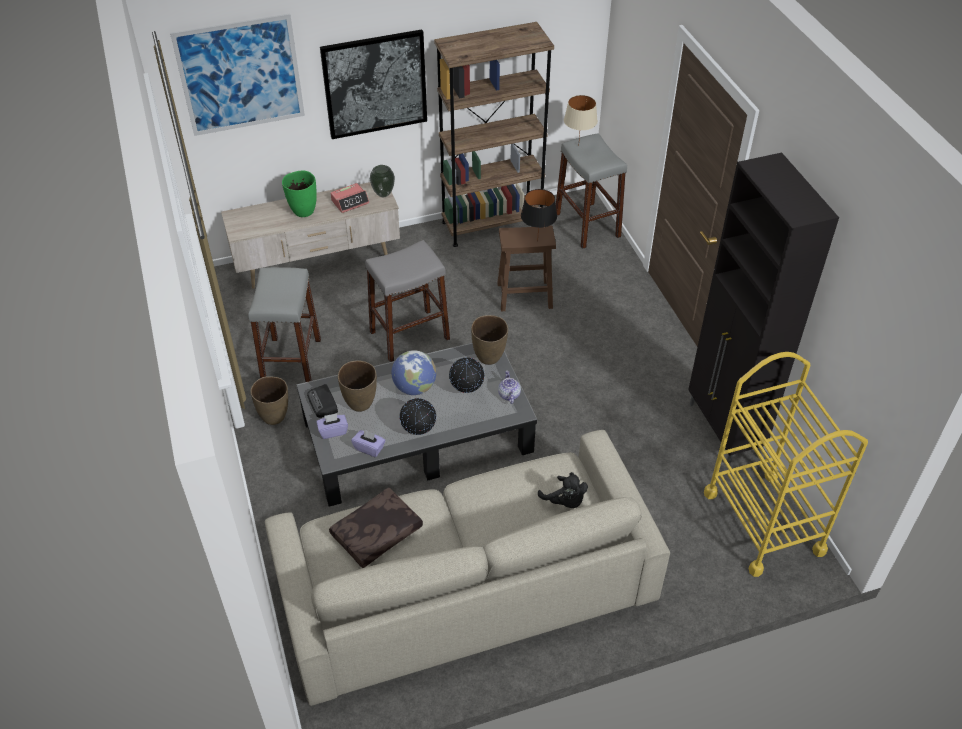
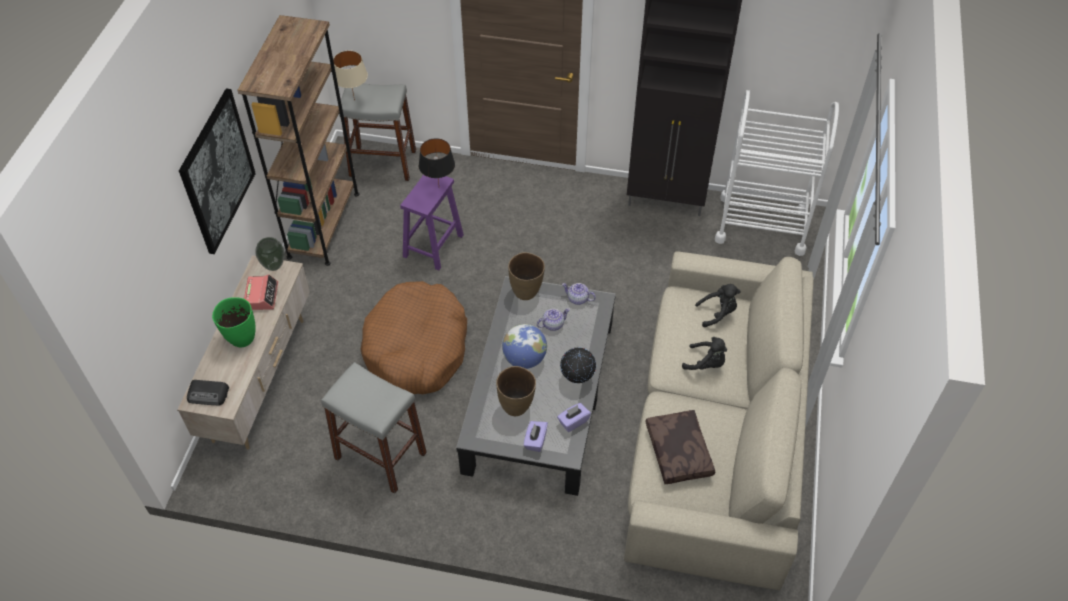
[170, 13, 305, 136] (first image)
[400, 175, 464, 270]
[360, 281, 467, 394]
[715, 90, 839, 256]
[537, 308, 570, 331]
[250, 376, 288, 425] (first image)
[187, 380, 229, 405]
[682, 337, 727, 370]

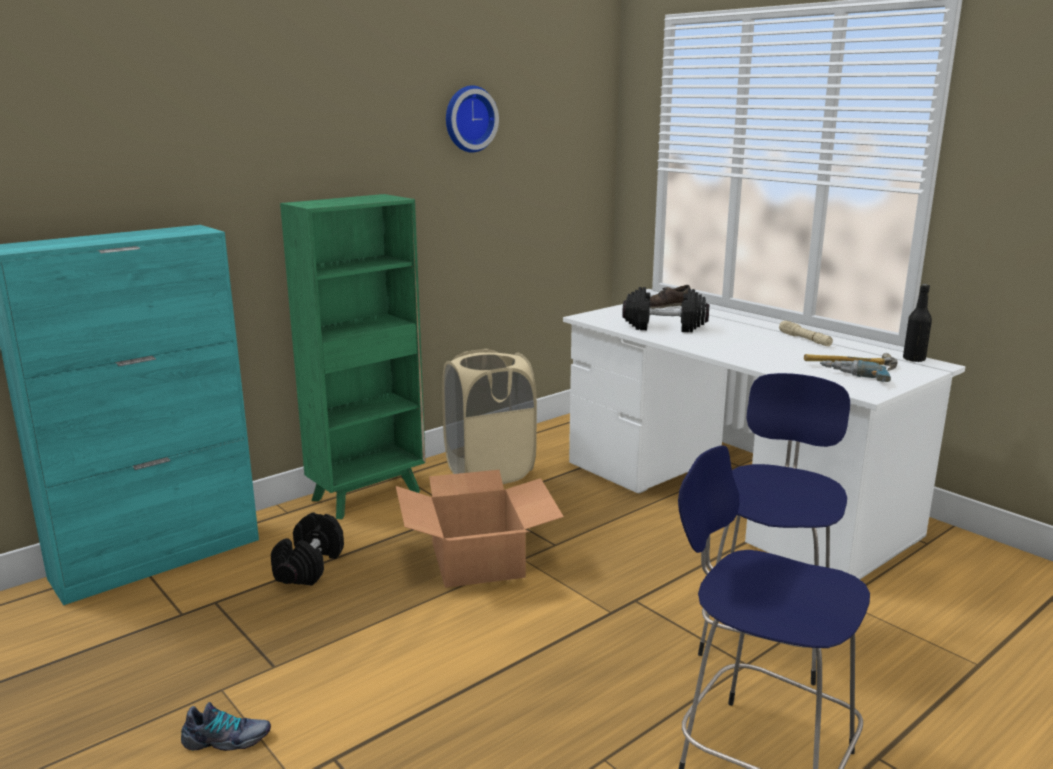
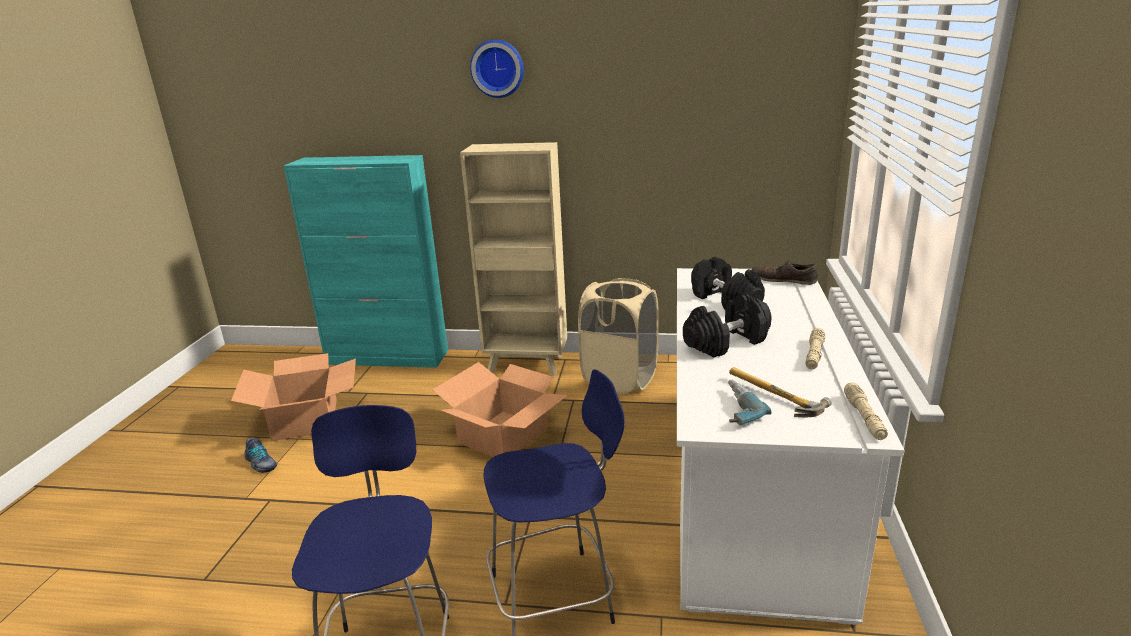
[470, 40, 524, 98]
[460, 142, 567, 376]
[844, 382, 888, 440]
[683, 294, 772, 358]
[231, 353, 356, 441]

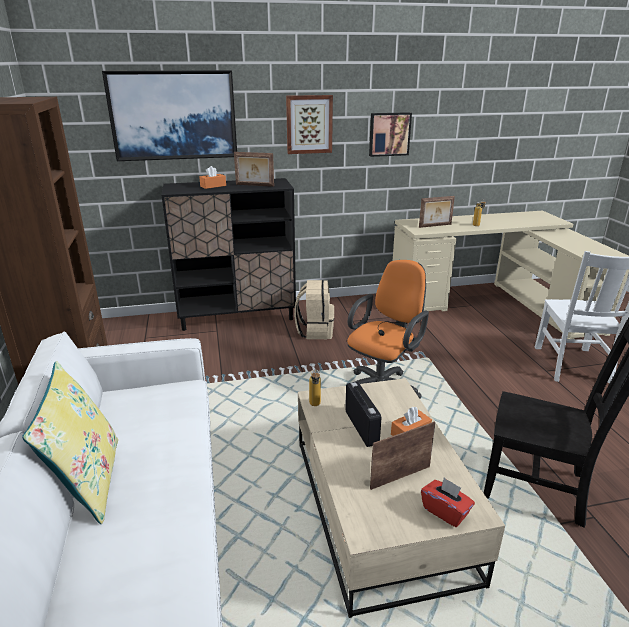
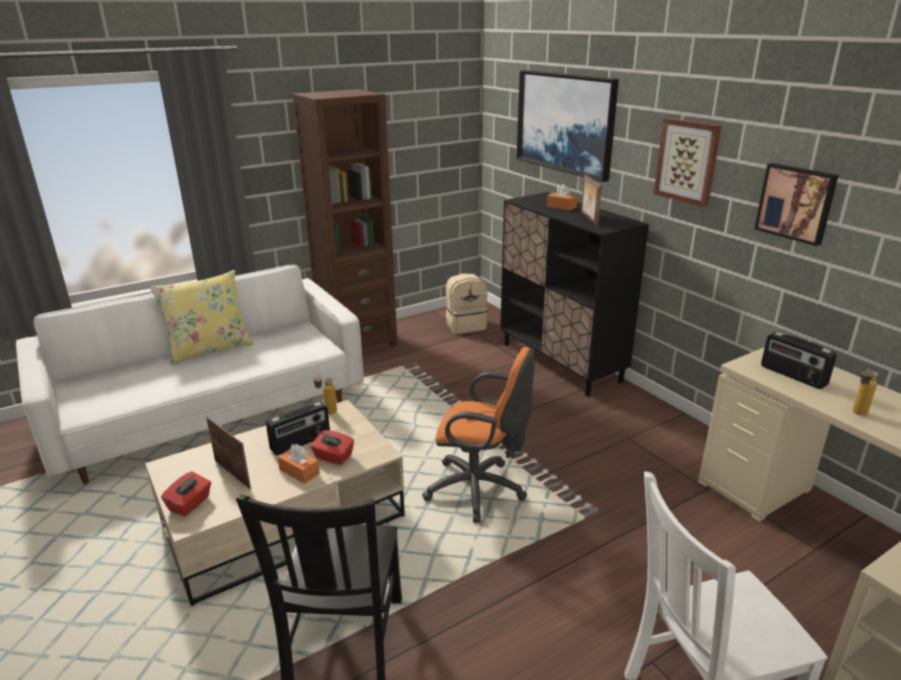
[761, 332, 837, 389]
[446, 273, 488, 334]
[310, 430, 354, 465]

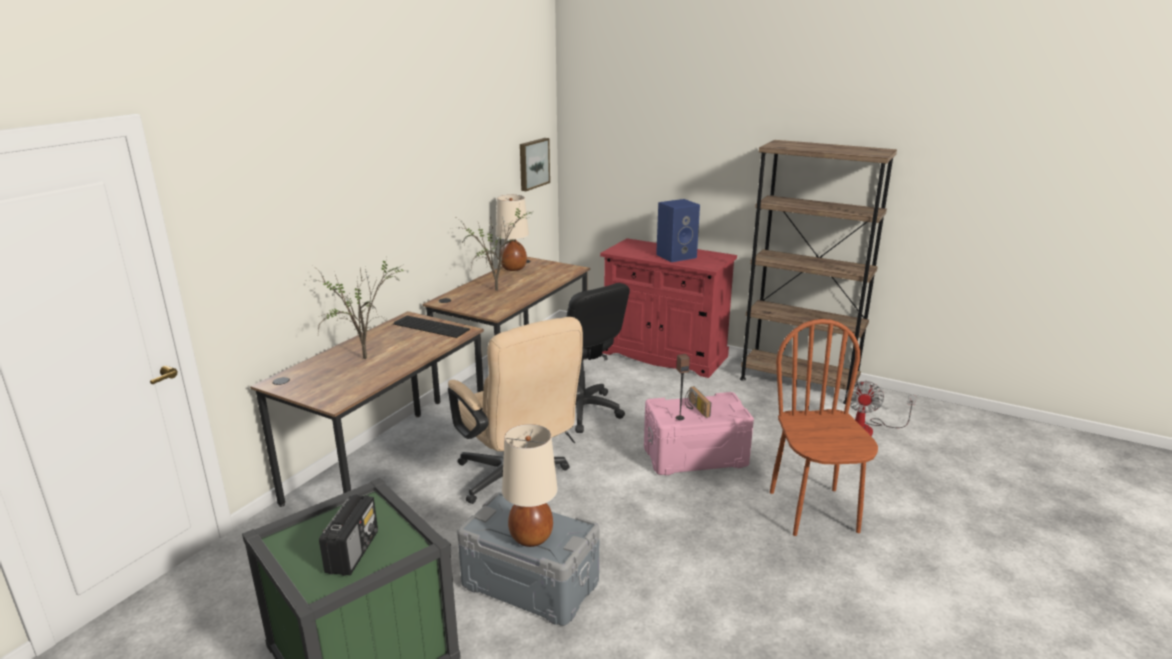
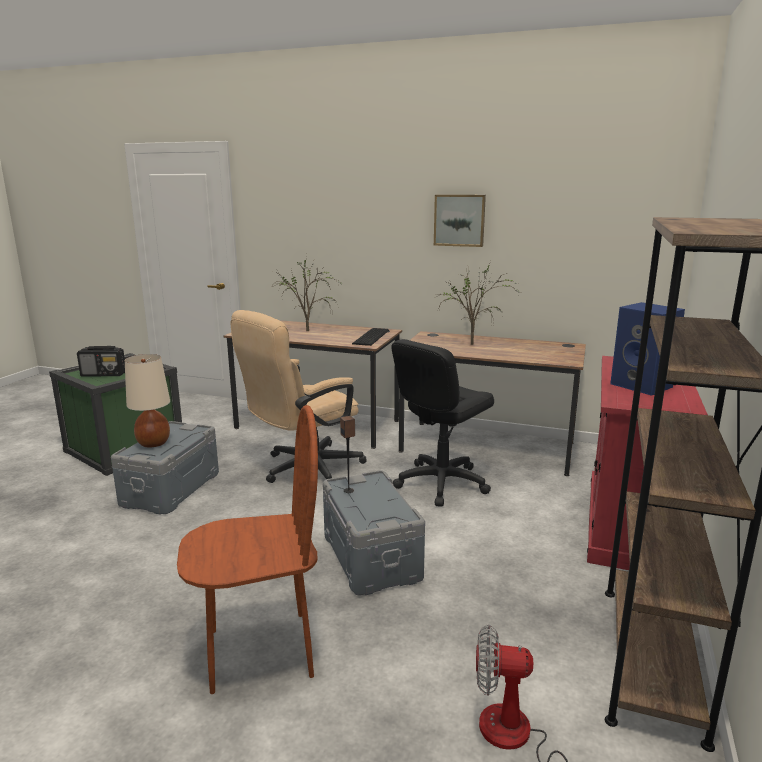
[434, 194, 486, 247]
[496, 195, 529, 271] (first image)
[685, 386, 711, 418] (first image)
[323, 470, 425, 595]

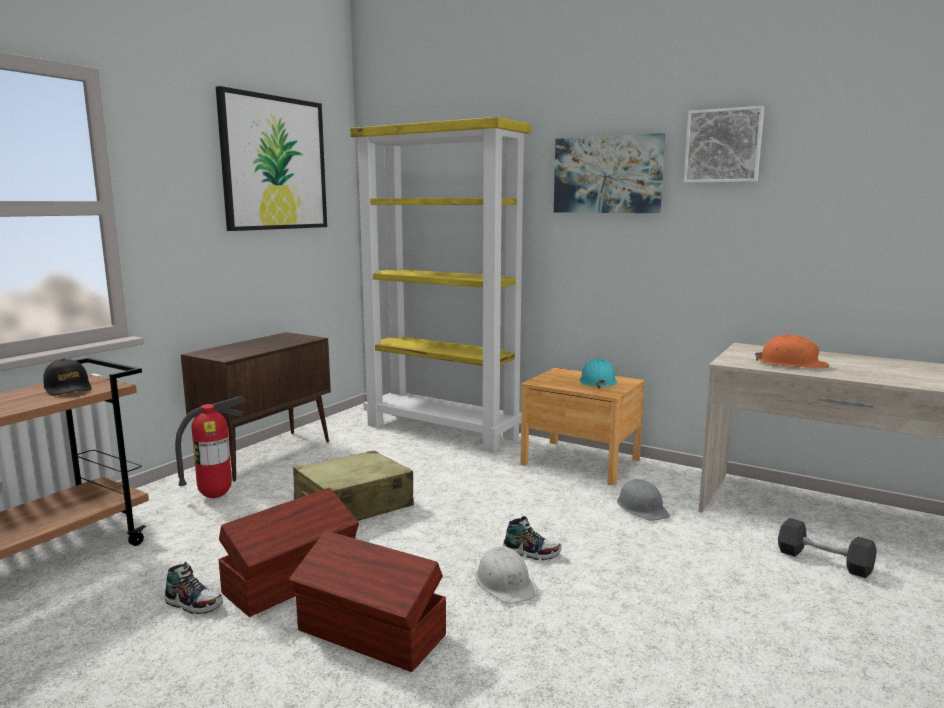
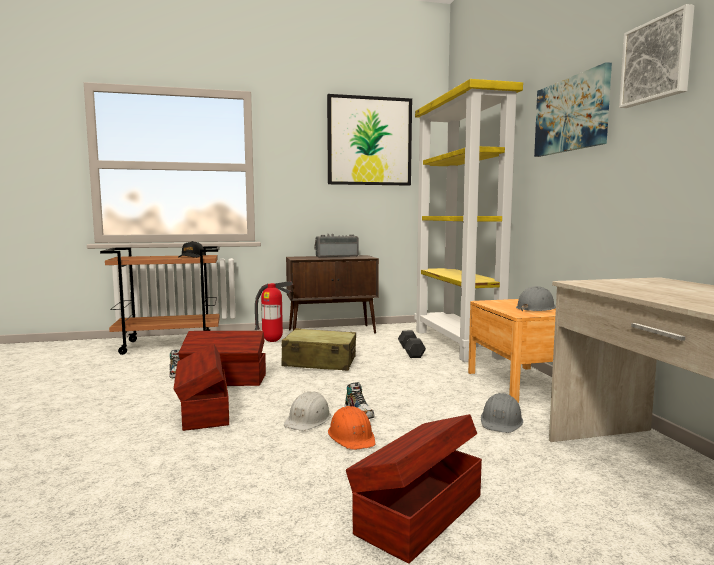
[328, 406, 375, 450]
[516, 286, 556, 312]
[398, 330, 426, 358]
[314, 234, 358, 258]
[346, 414, 482, 564]

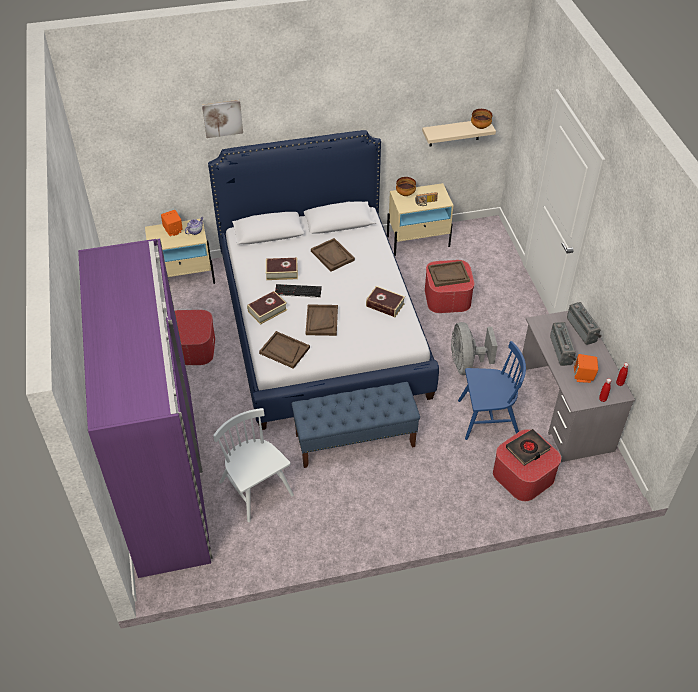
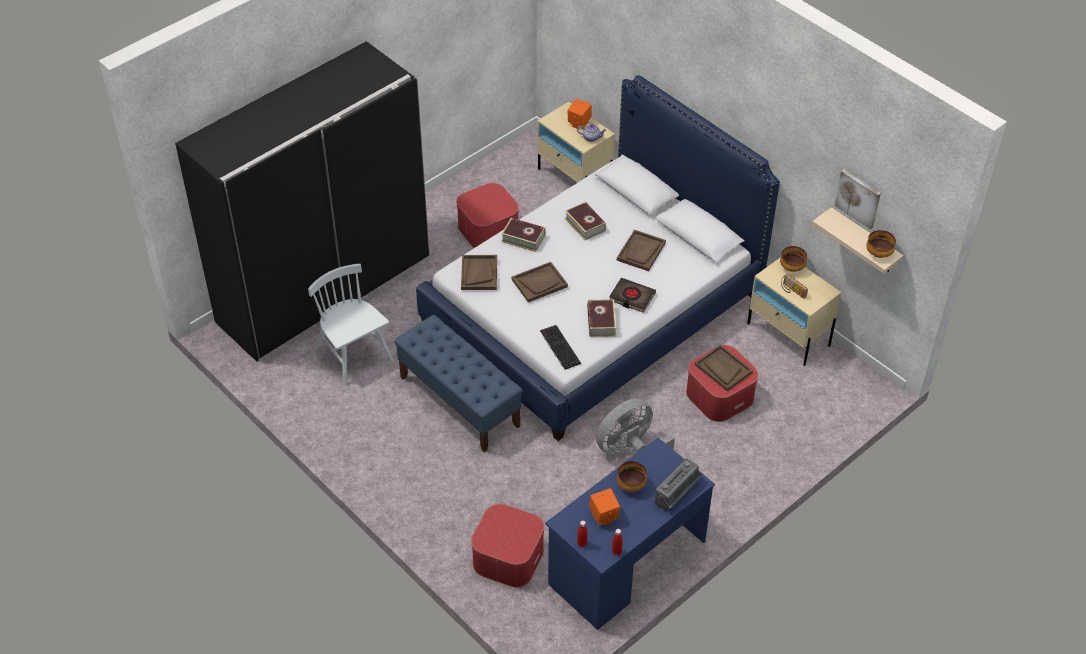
[835, 170, 881, 230]
[175, 41, 430, 362]
[540, 325, 581, 370]
[545, 438, 715, 630]
[617, 461, 647, 492]
[458, 341, 526, 440] (first image)
[308, 264, 394, 386]
[609, 278, 656, 313]

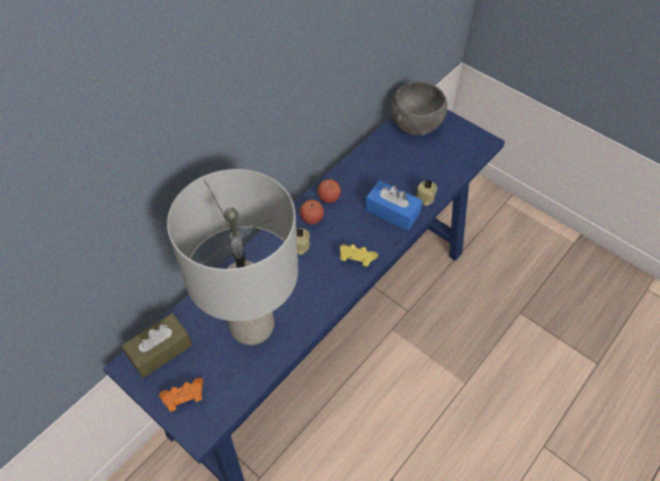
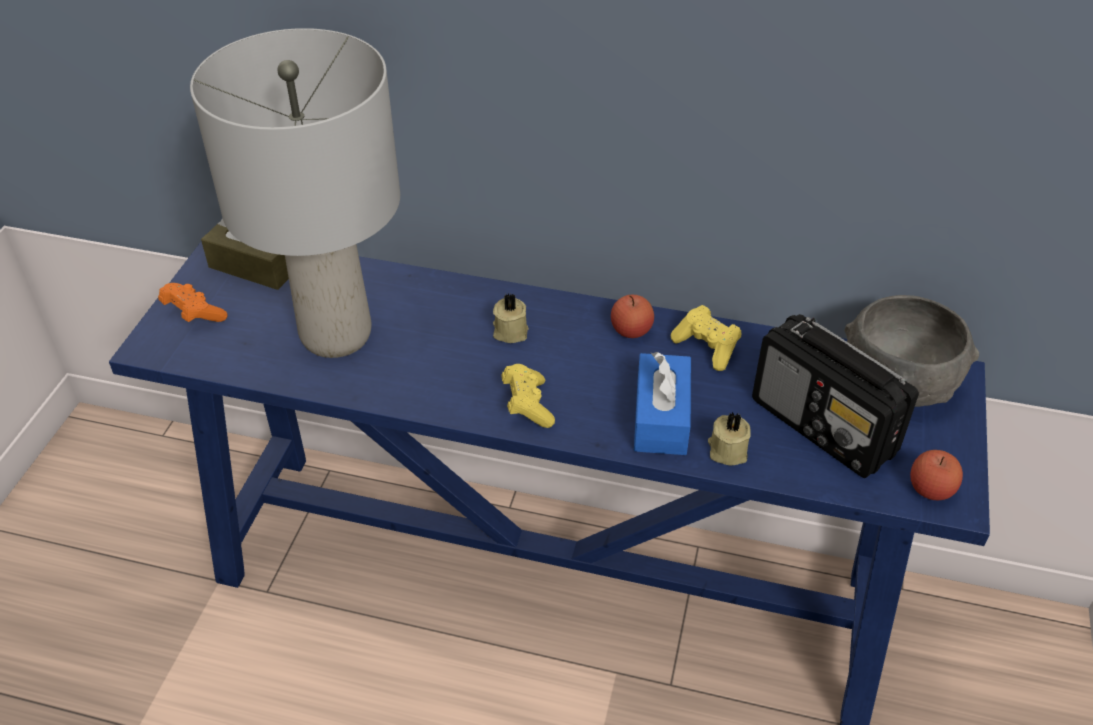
[910, 450, 963, 500]
[671, 305, 741, 371]
[752, 314, 919, 478]

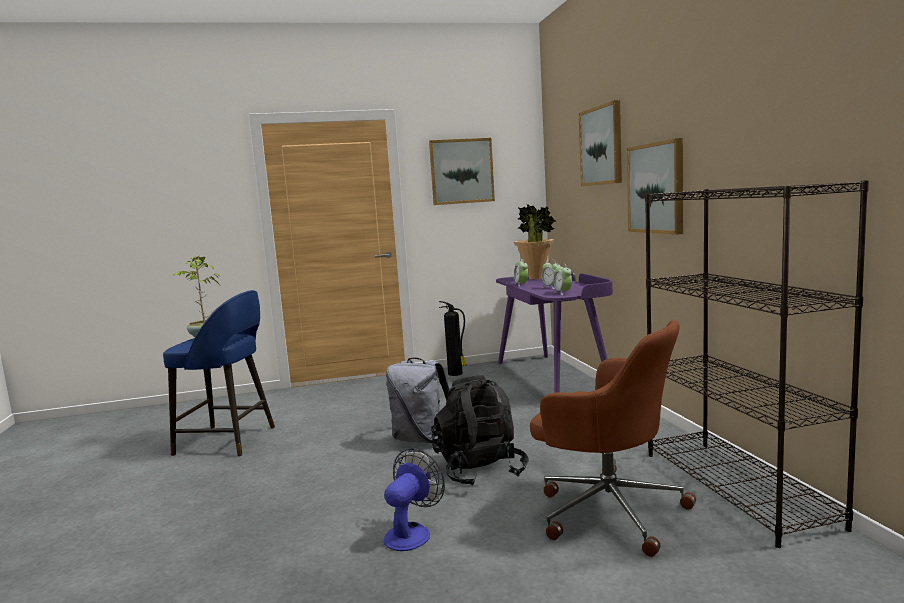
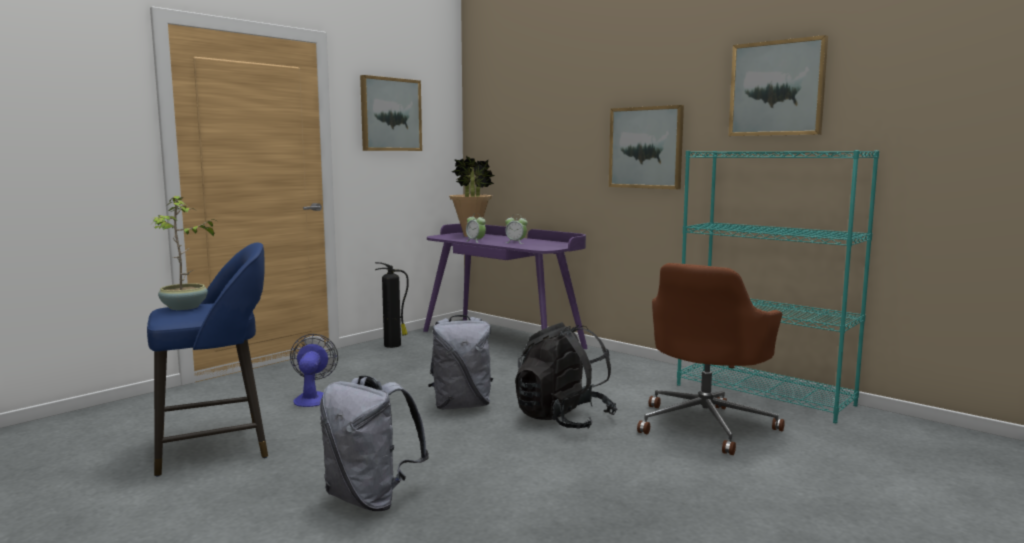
[729, 35, 828, 136]
[677, 150, 879, 423]
[553, 263, 572, 295] (first image)
[637, 263, 785, 455]
[290, 334, 338, 407]
[320, 376, 429, 511]

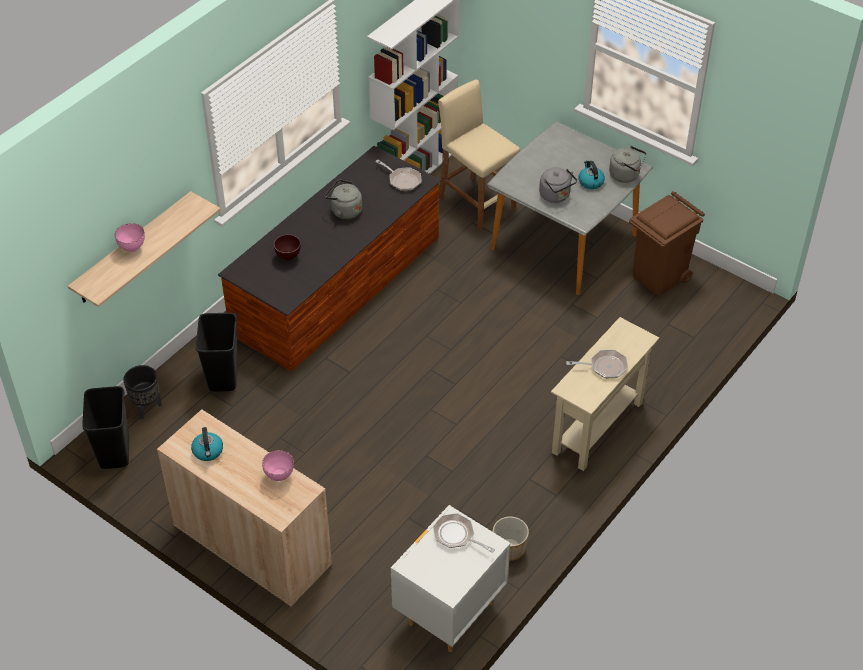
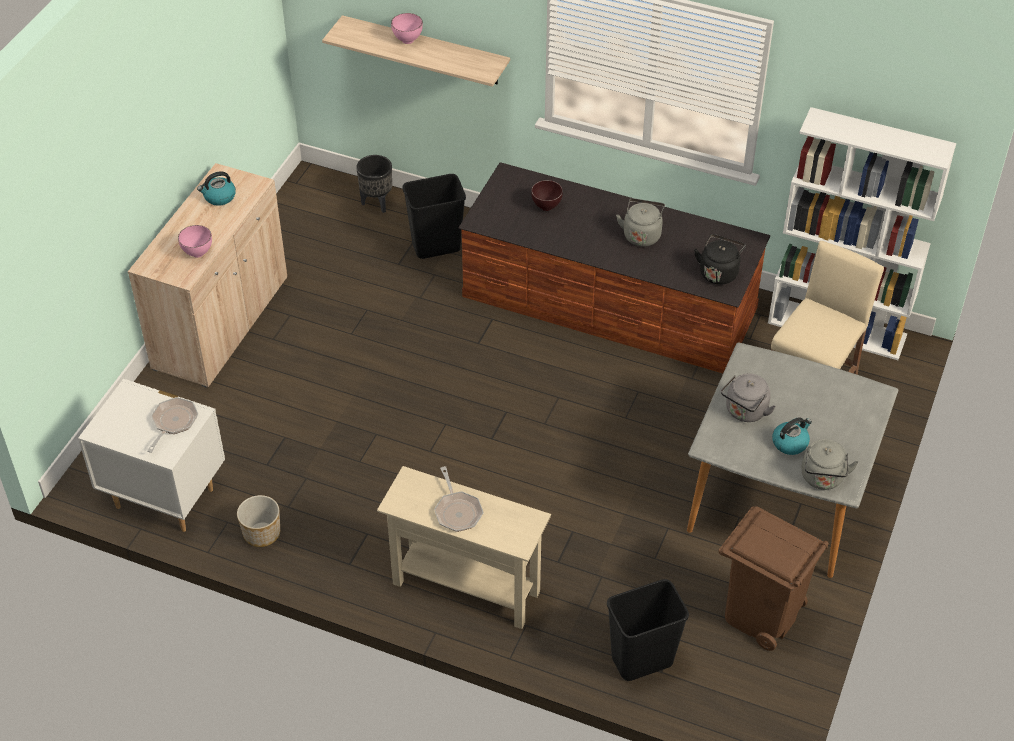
[694, 234, 746, 285]
[607, 579, 689, 681]

